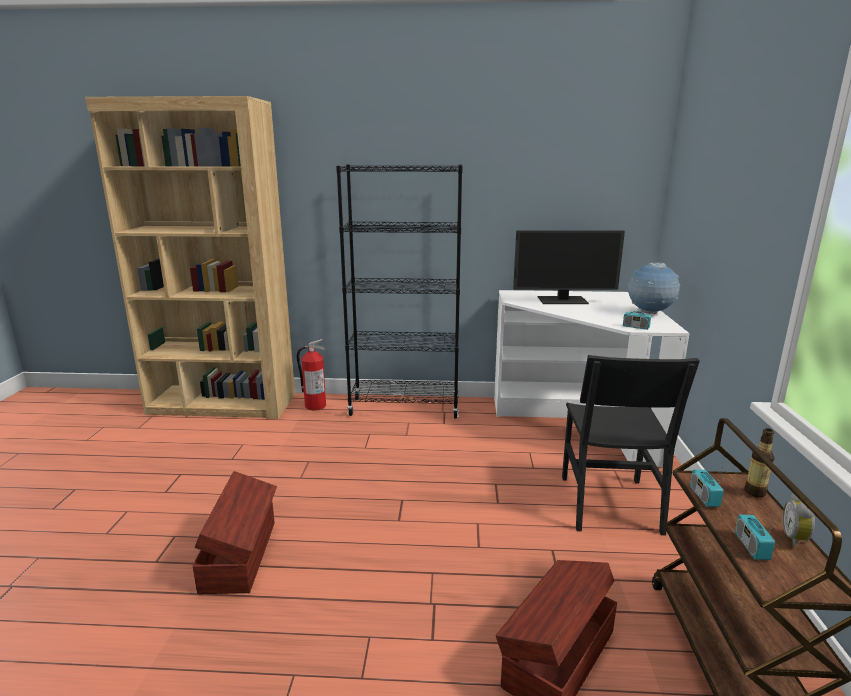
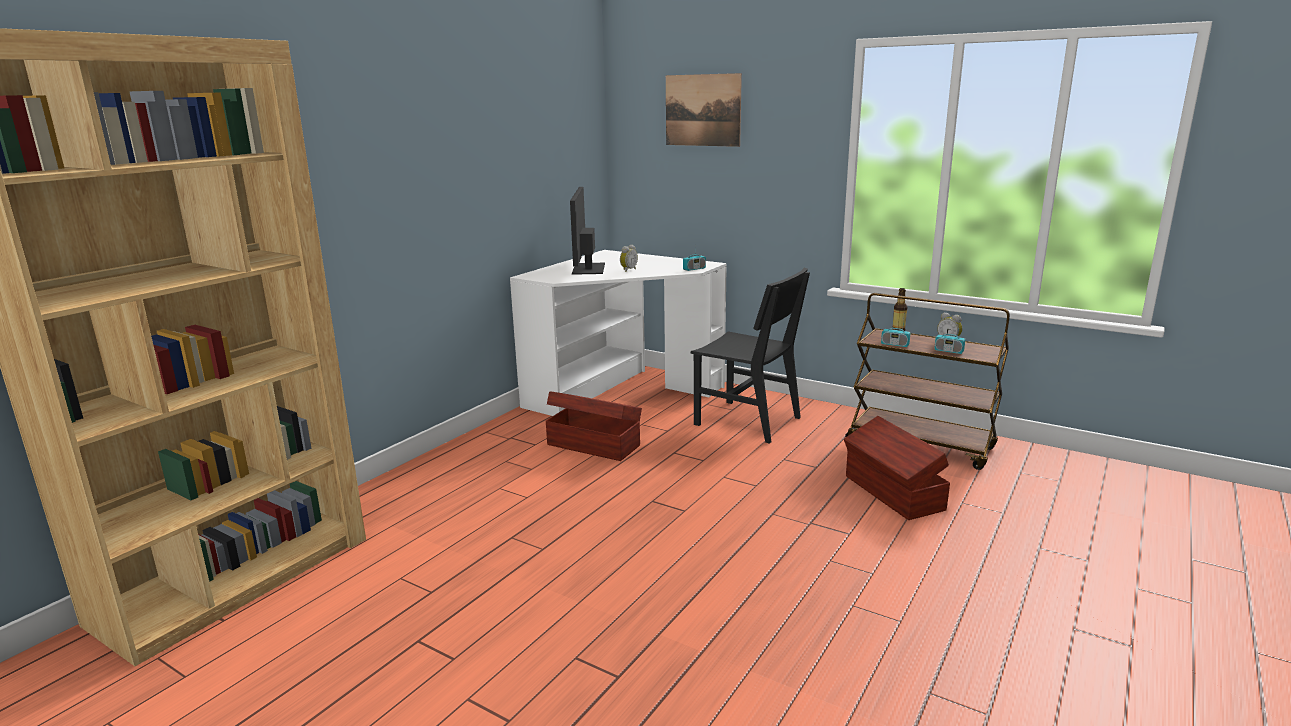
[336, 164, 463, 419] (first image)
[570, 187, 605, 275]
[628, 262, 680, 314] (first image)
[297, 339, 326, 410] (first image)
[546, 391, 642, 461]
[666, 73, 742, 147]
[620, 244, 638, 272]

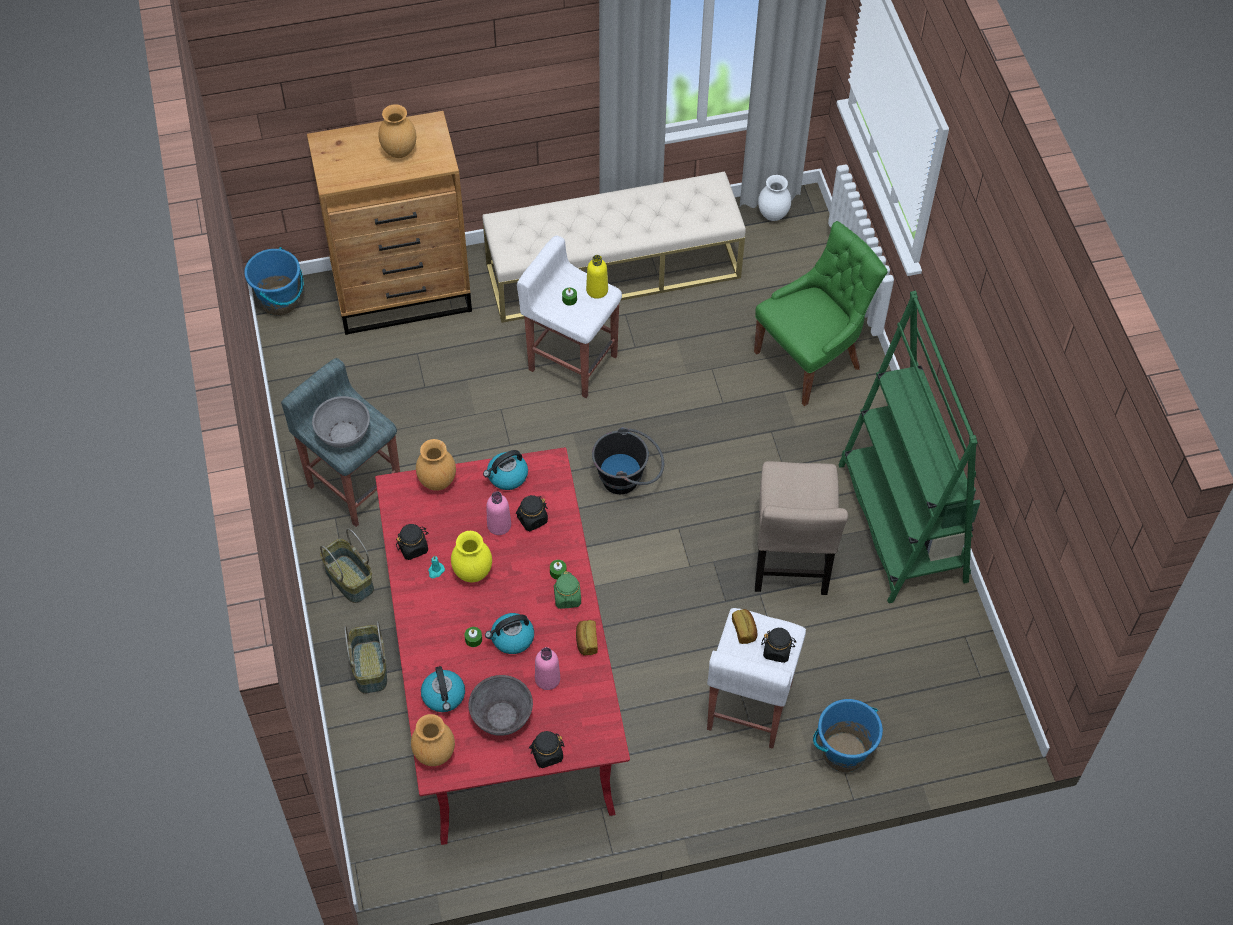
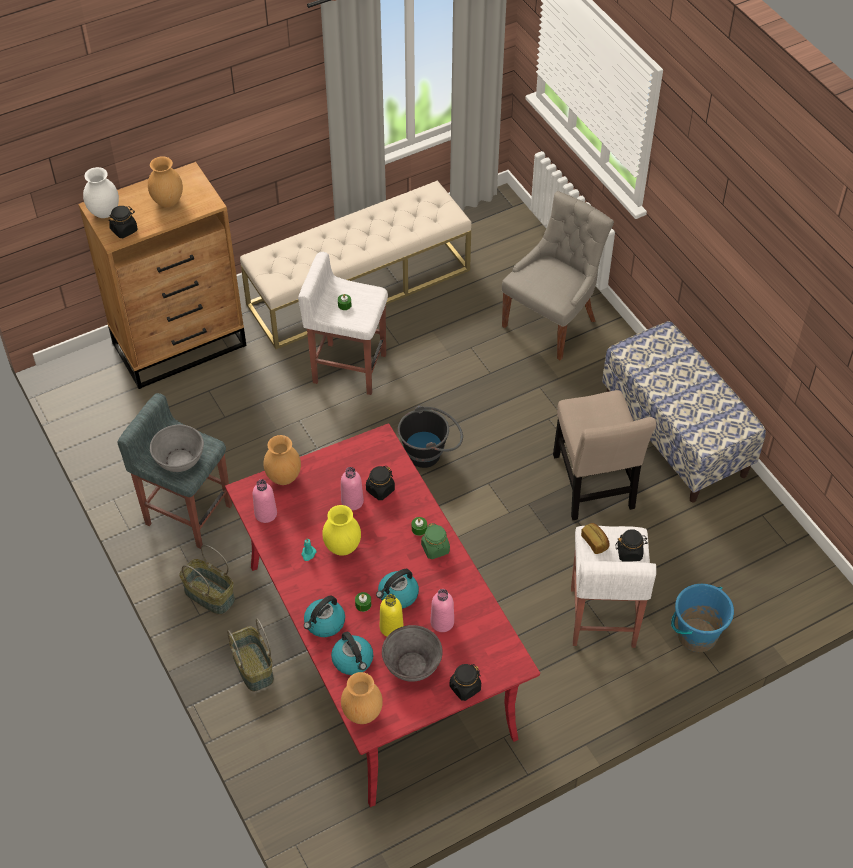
[83, 167, 119, 218]
[502, 191, 614, 360]
[244, 247, 303, 316] (first image)
[380, 594, 404, 637]
[602, 321, 766, 502]
[304, 595, 345, 637]
[109, 206, 138, 238]
[576, 620, 598, 655] (first image)
[253, 479, 277, 523]

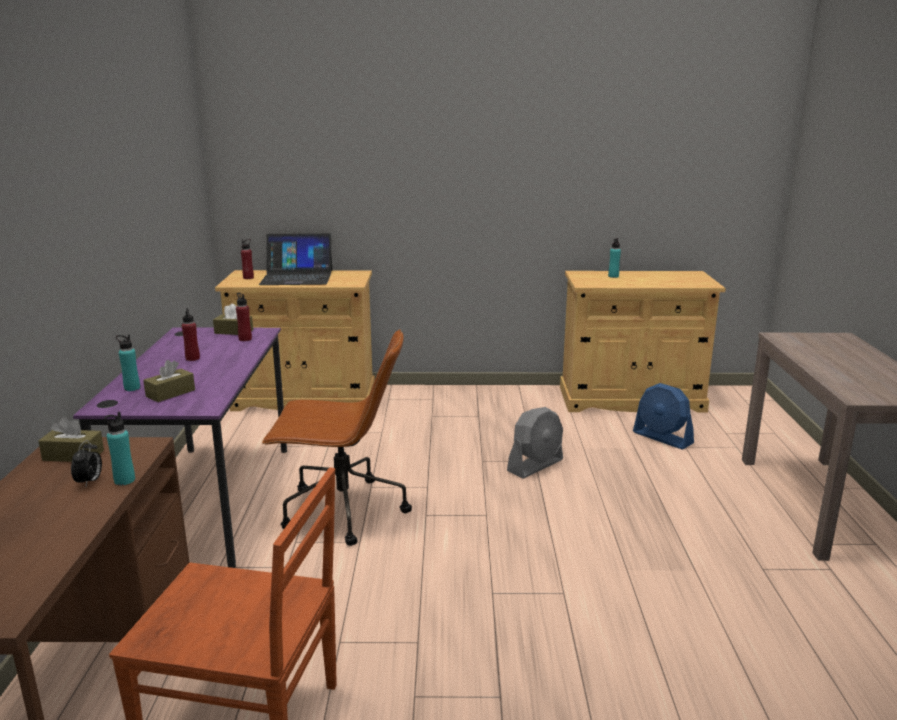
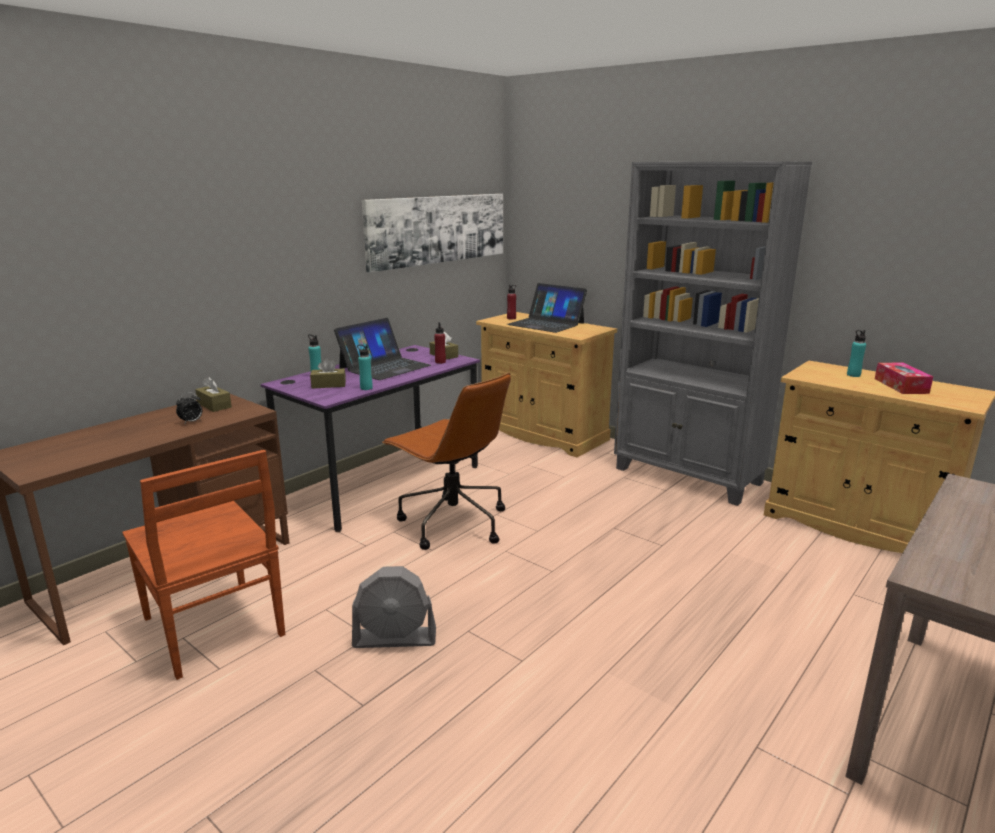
[334, 318, 431, 380]
[633, 383, 694, 450] (first image)
[352, 566, 436, 648]
[357, 344, 373, 390]
[614, 162, 812, 506]
[362, 194, 503, 273]
[875, 363, 933, 394]

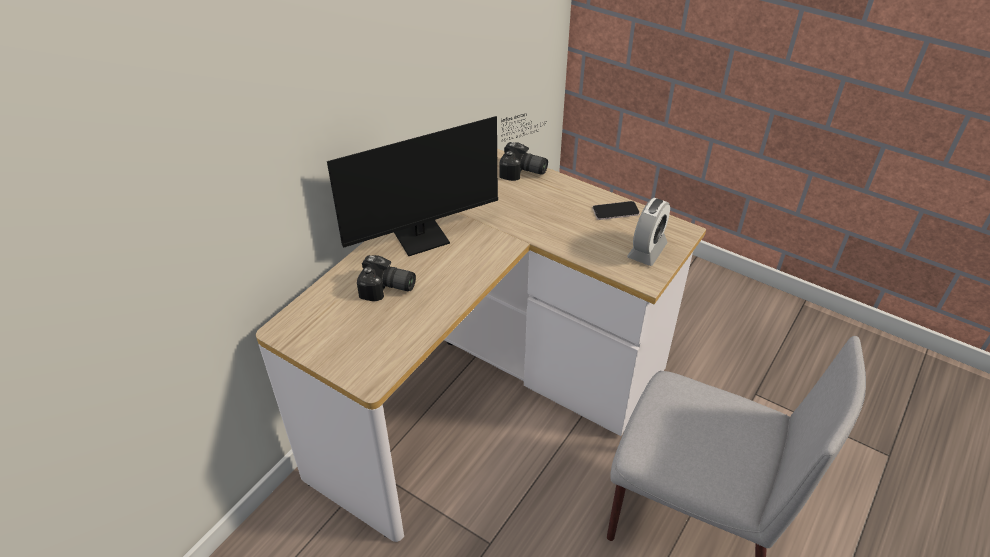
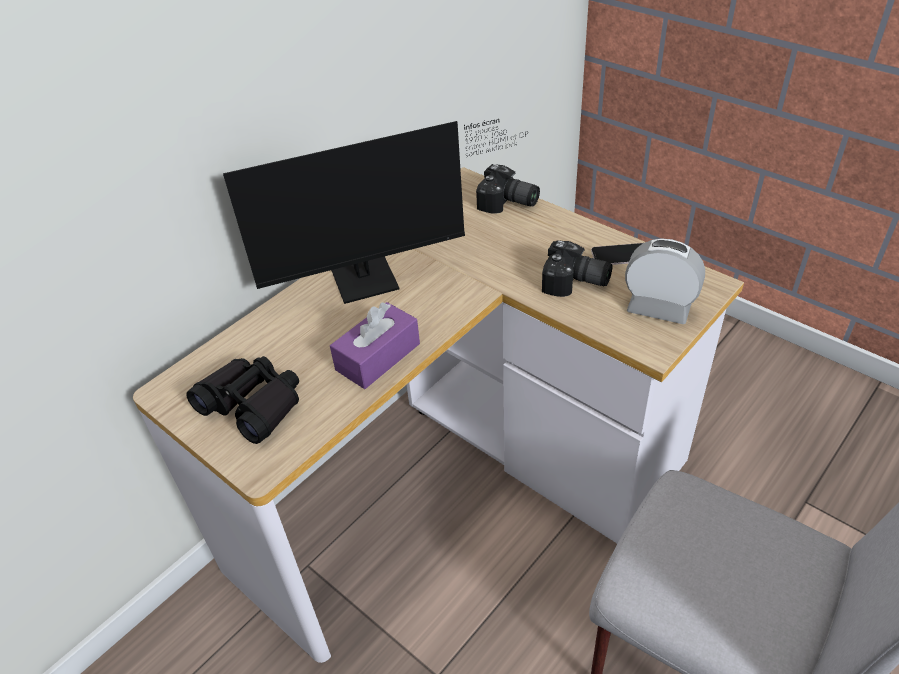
[625, 239, 705, 324]
[542, 240, 613, 297]
[330, 302, 420, 389]
[186, 356, 299, 444]

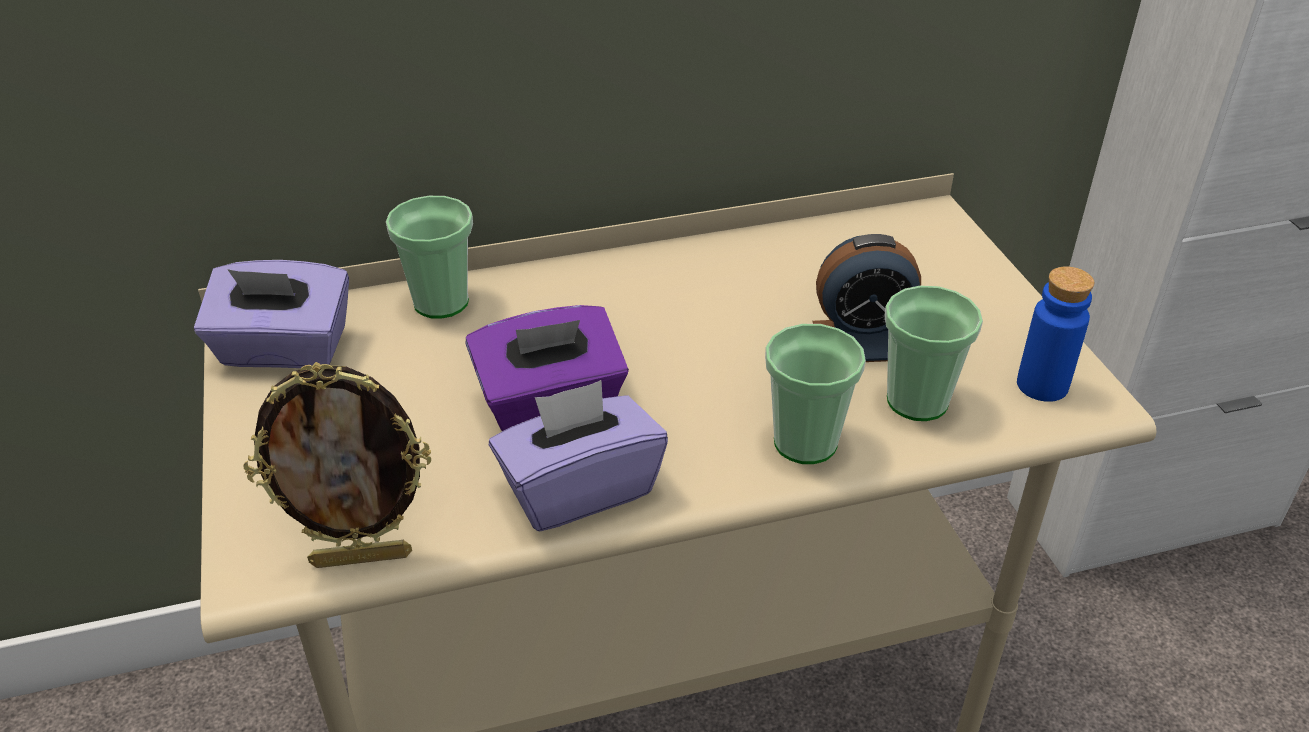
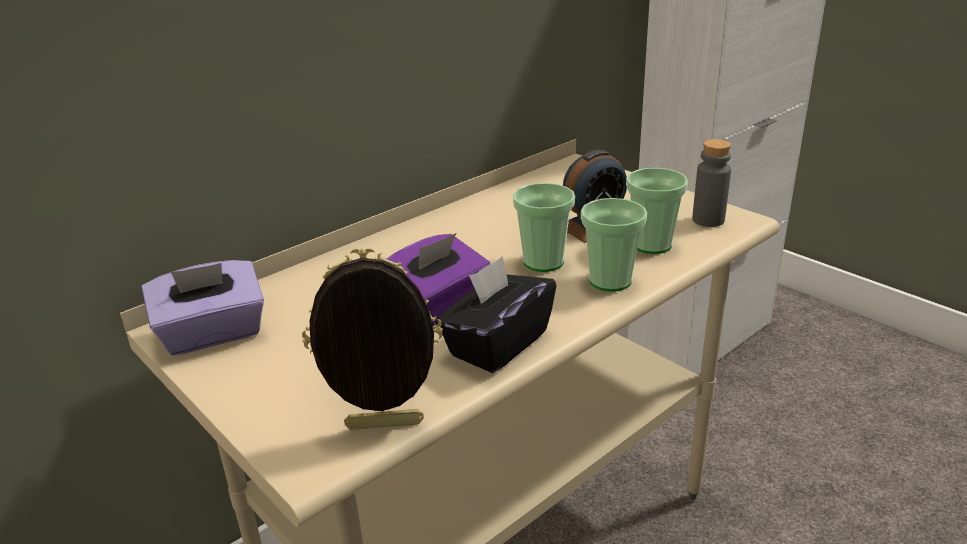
[513, 183, 575, 272]
[692, 139, 731, 227]
[302, 249, 443, 430]
[436, 256, 556, 373]

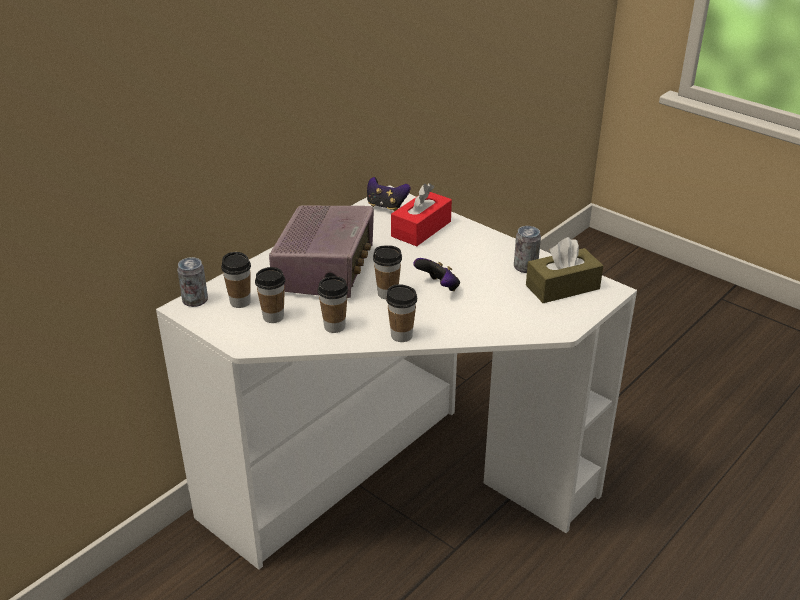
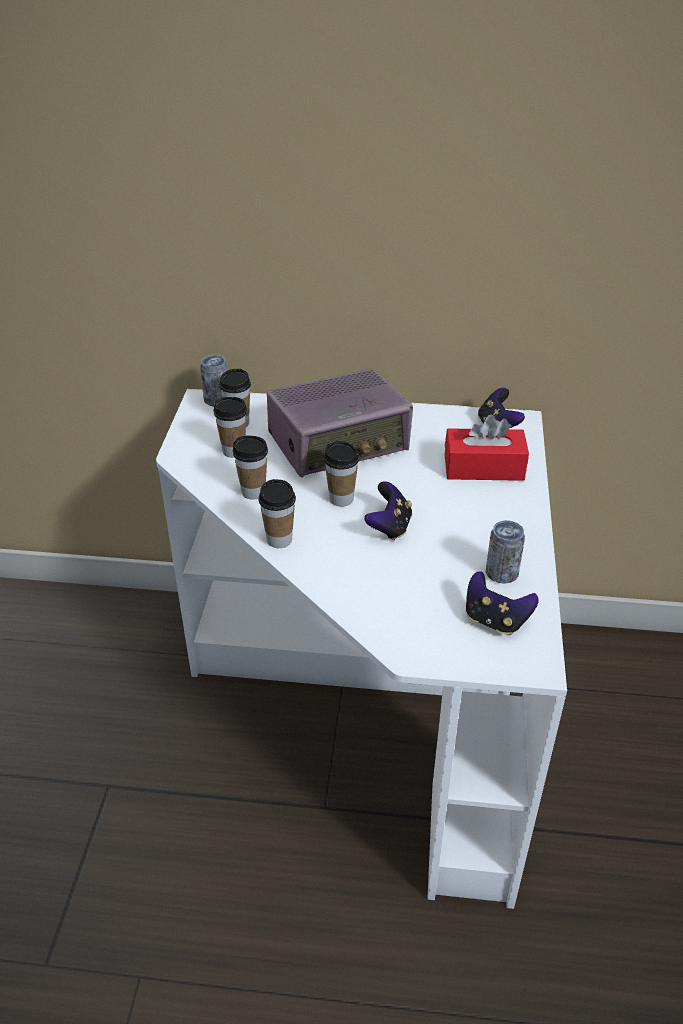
[466, 571, 539, 635]

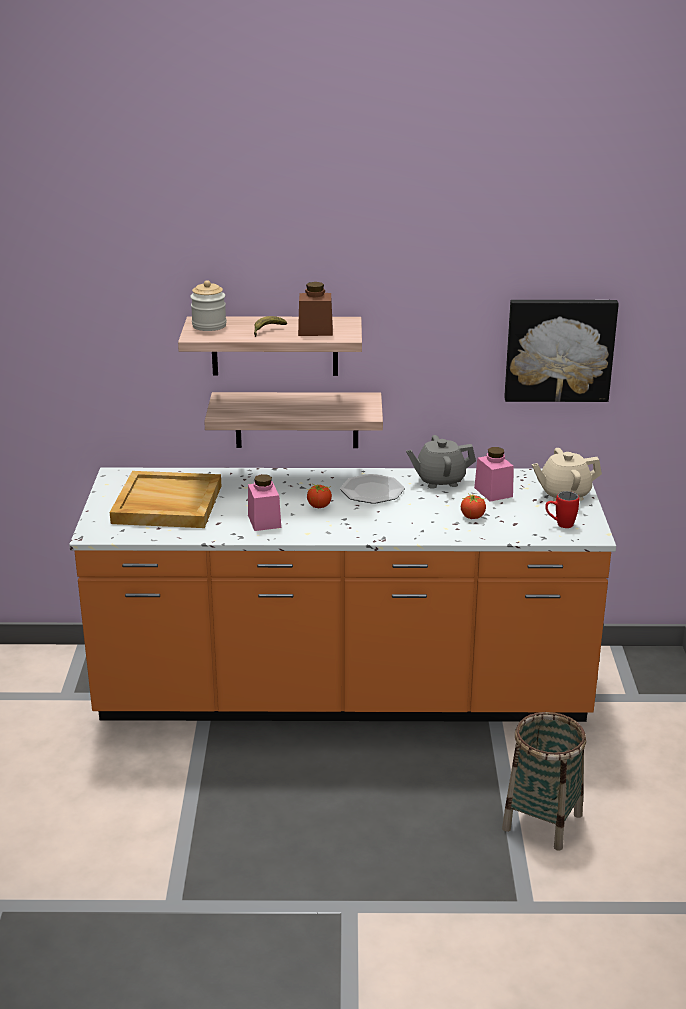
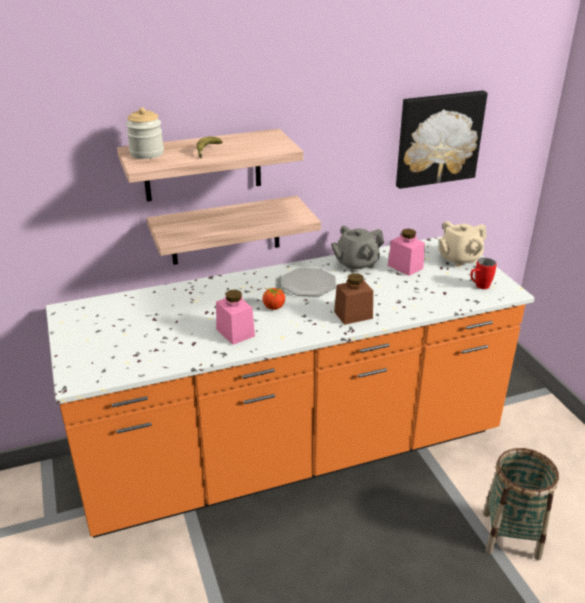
[334, 273, 373, 325]
[110, 471, 221, 528] (first image)
[461, 493, 486, 519] (first image)

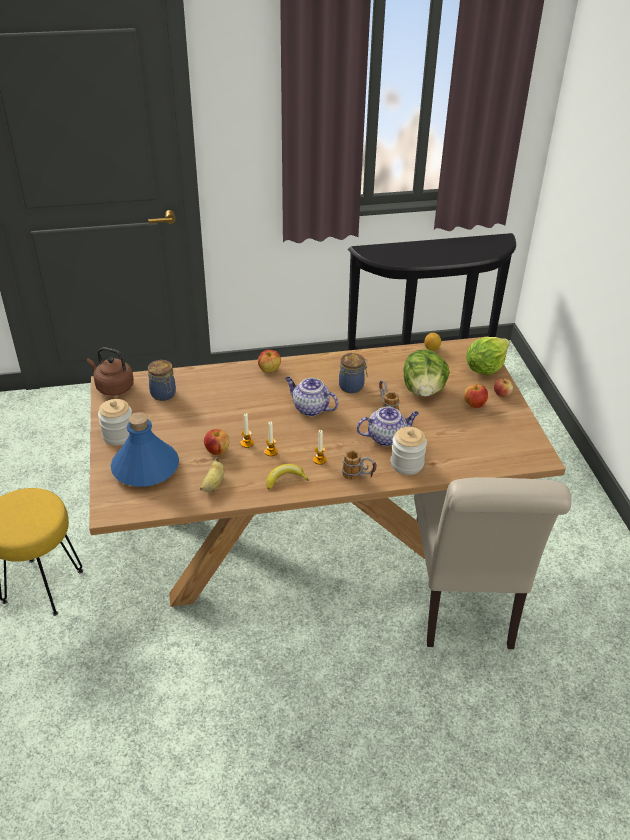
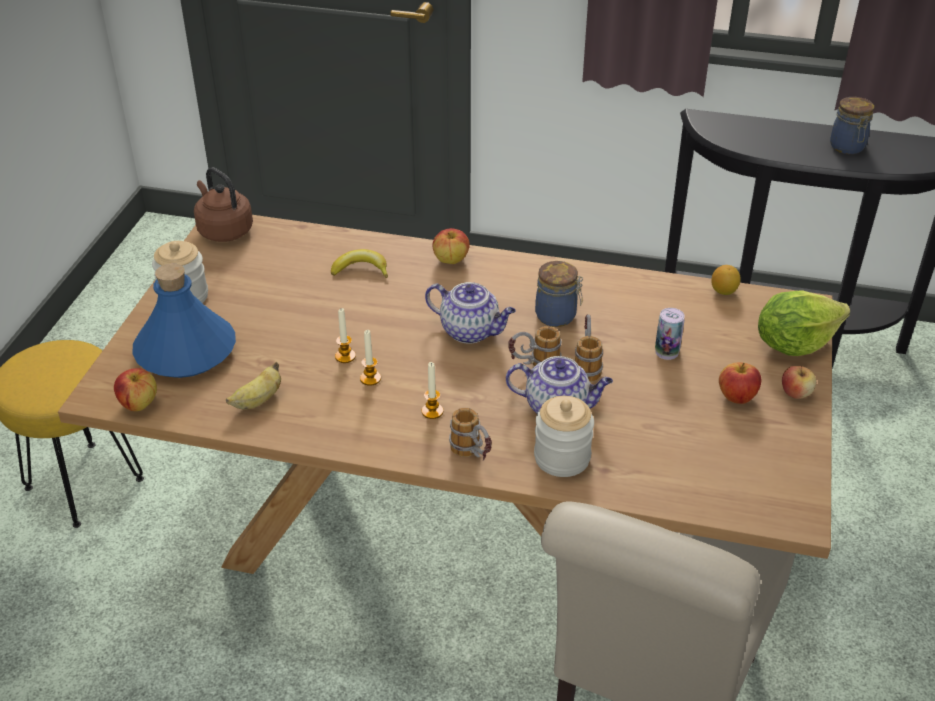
[655, 308, 685, 360]
[830, 97, 874, 154]
[425, 282, 516, 344]
[114, 368, 157, 411]
[331, 249, 388, 278]
[508, 326, 561, 367]

